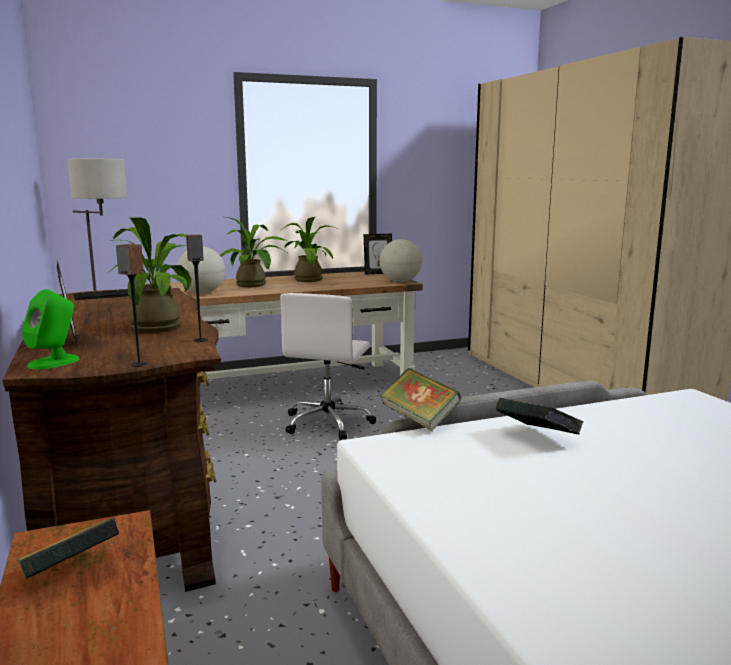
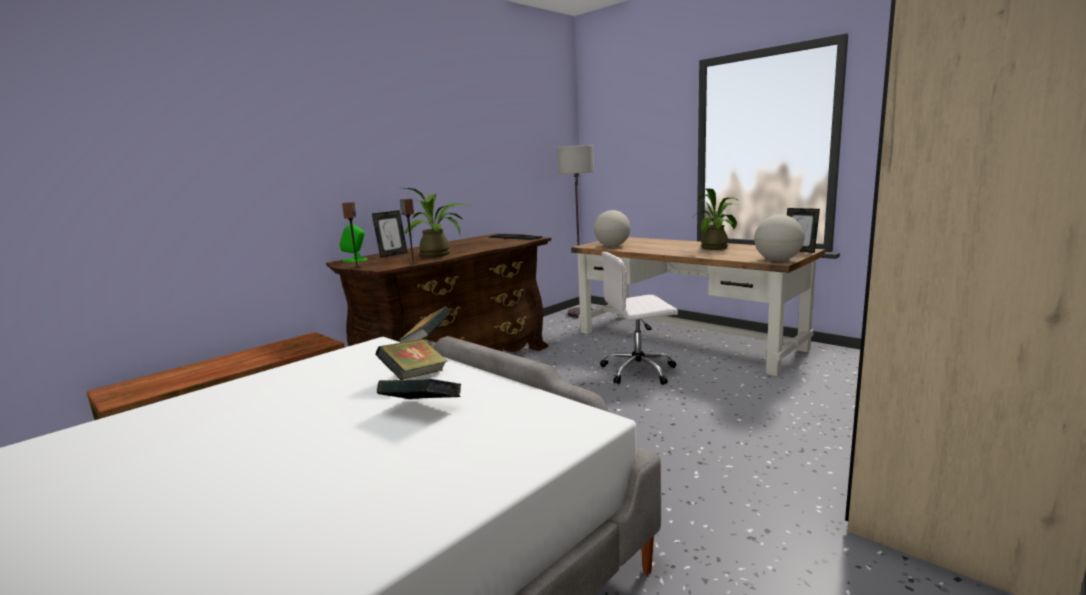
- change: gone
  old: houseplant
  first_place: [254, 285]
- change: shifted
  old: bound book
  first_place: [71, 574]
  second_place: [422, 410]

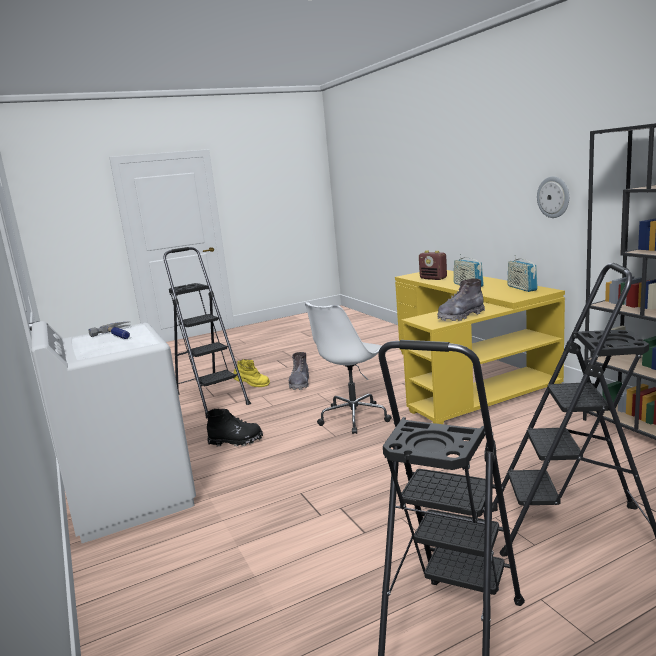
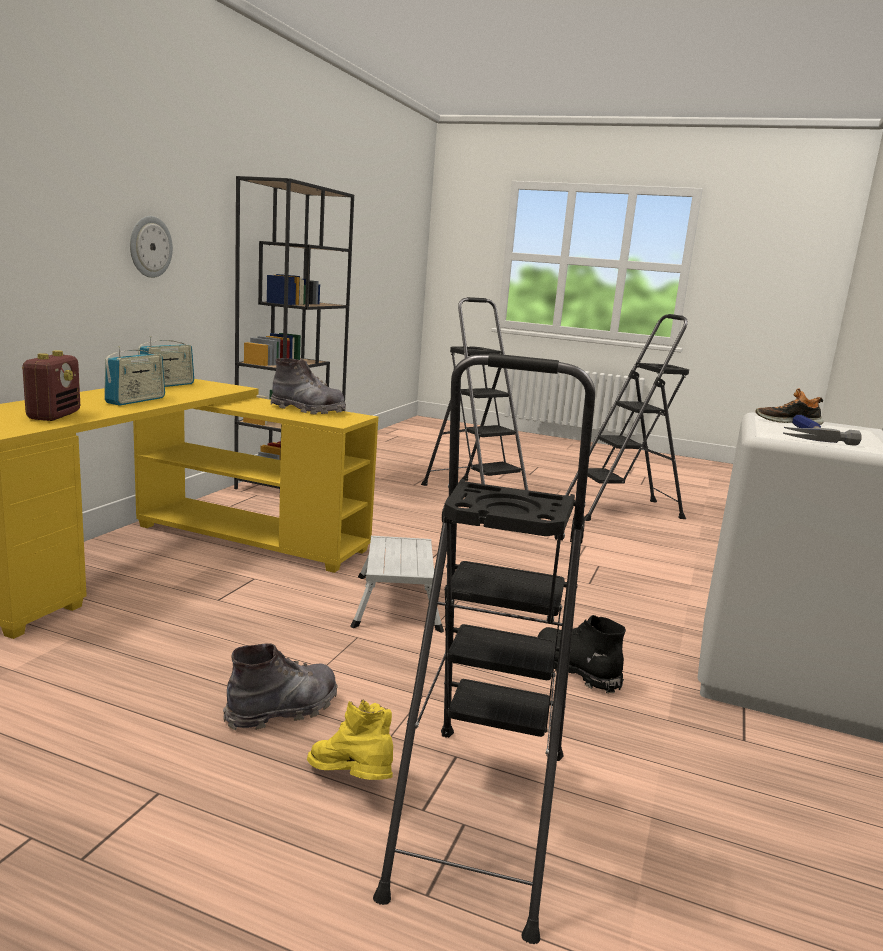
- change: new
  new: low shoe
  second_place: [787, 422]
- change: swapped
  old: desk chair/whitish
  new: step ladder/whitish
  first_place: [353, 419]
  second_place: [397, 603]

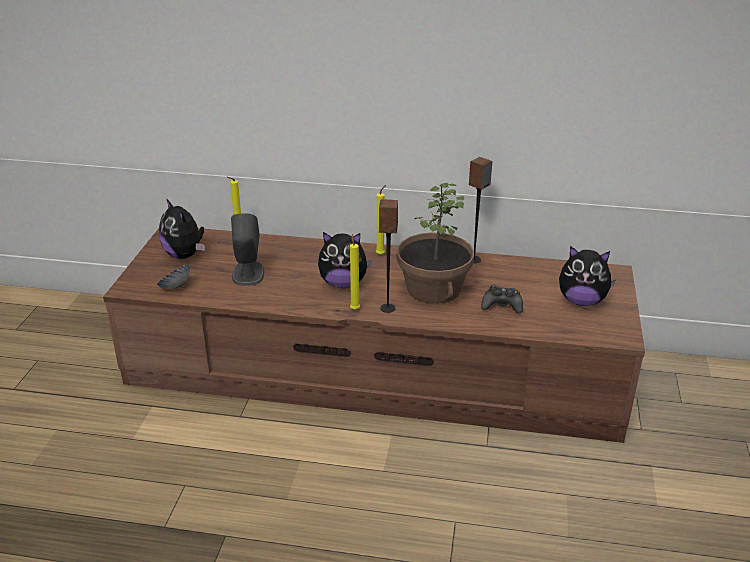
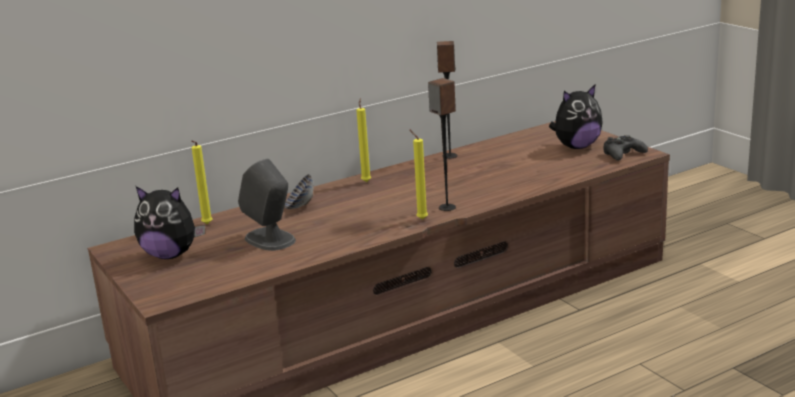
- change: gone
  old: cuddly toy
  first_place: [343, 283]
- change: gone
  old: houseplant
  first_place: [432, 289]
- change: shifted
  old: deep dish
  first_place: [175, 287]
  second_place: [300, 206]
- change: shifted
  old: game controller/blackish
  first_place: [502, 305]
  second_place: [623, 154]

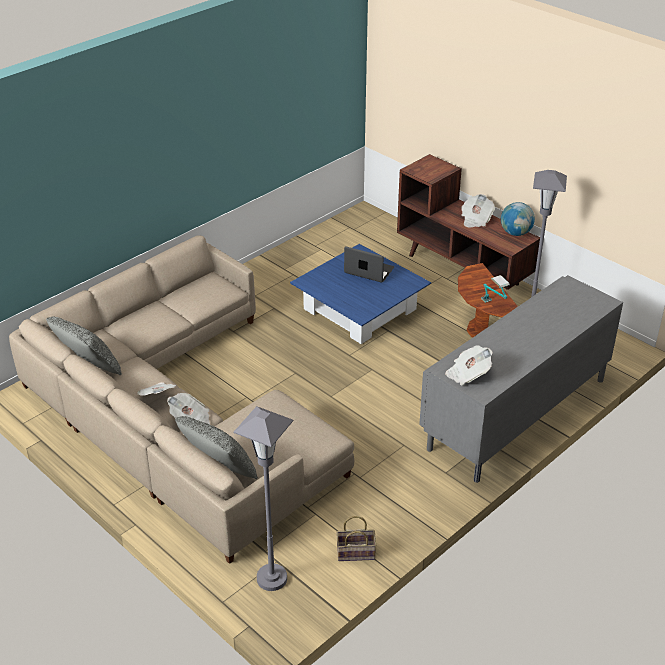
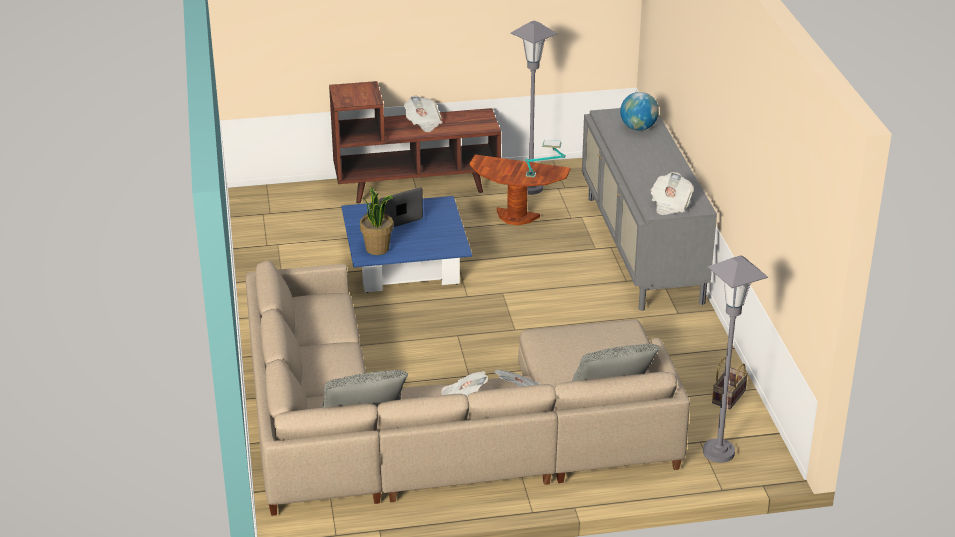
- change: new
  new: houseplant
  second_place: [378, 249]
- change: shifted
  old: world globe
  first_place: [515, 233]
  second_place: [638, 128]

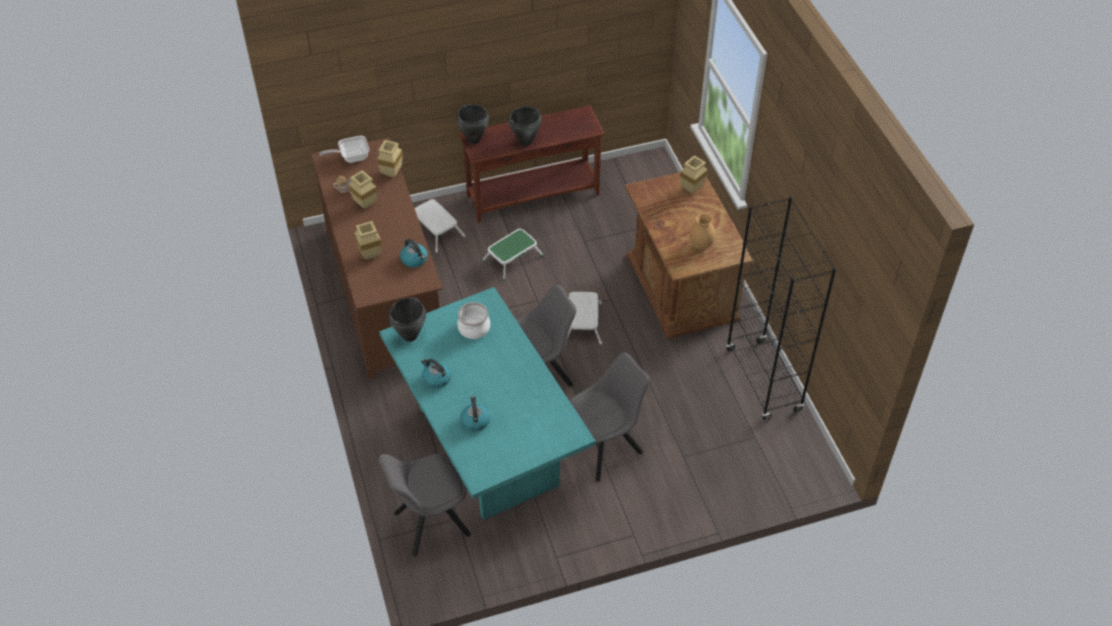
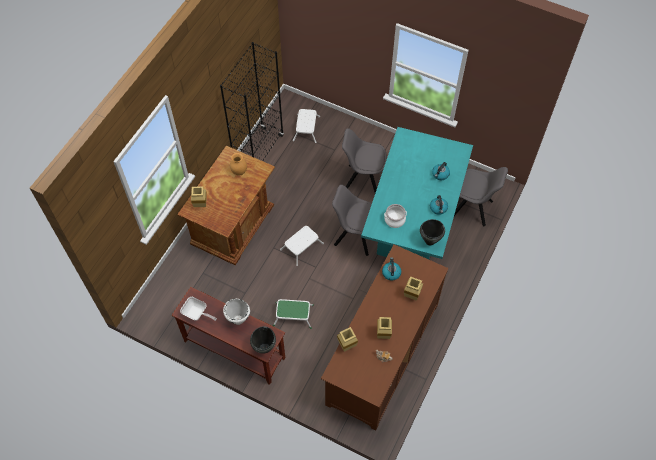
- change: shifted
  old: pan
  first_place: [351, 157]
  second_place: [197, 314]
- change: shifted
  old: step ladder/whitish
  first_place: [436, 229]
  second_place: [306, 128]
- change: repainted
  old: saucepot/blackish
  new: saucepot/whitish
  first_place: [526, 141]
  second_place: [238, 320]

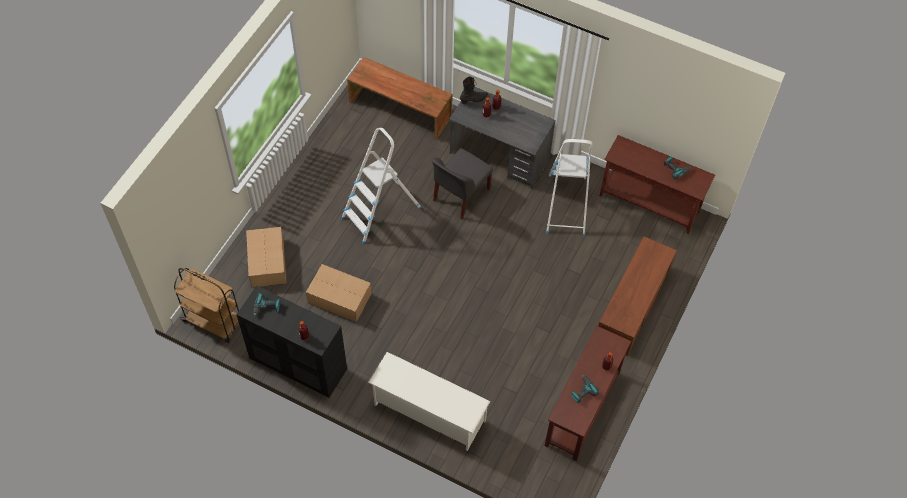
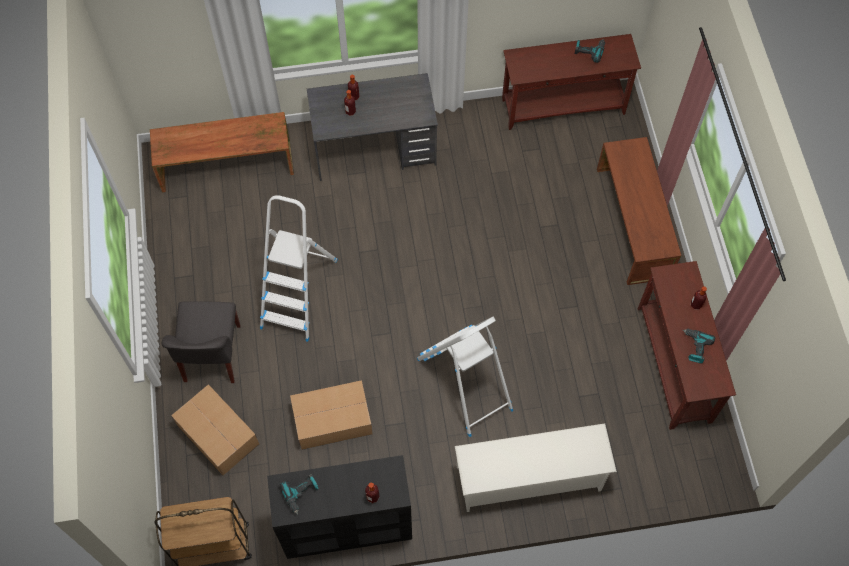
- change: gone
  old: high-top boot/blackish
  first_place: [474, 100]
- change: shifted
  old: chair/grey
  first_place: [460, 195]
  second_place: [211, 355]
- change: shifted
  old: step ladder/whitish
  first_place: [566, 204]
  second_place: [463, 383]

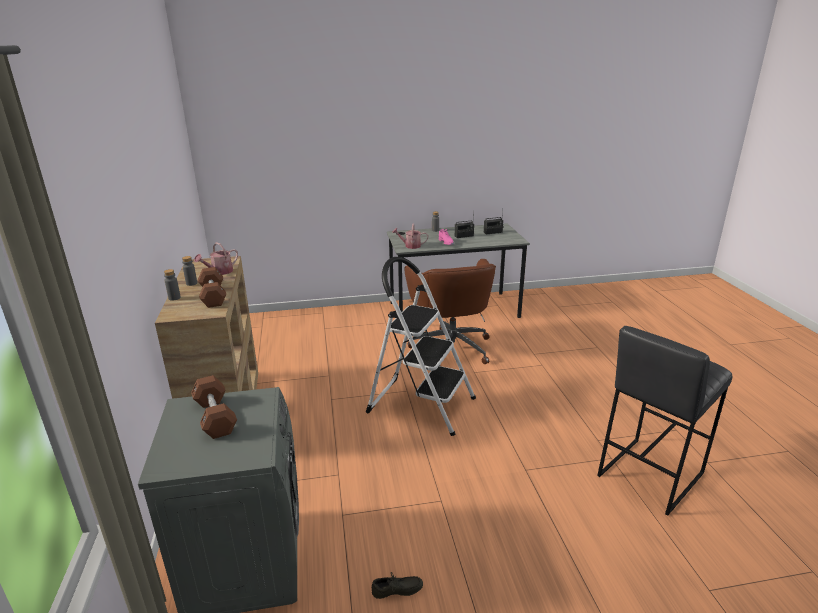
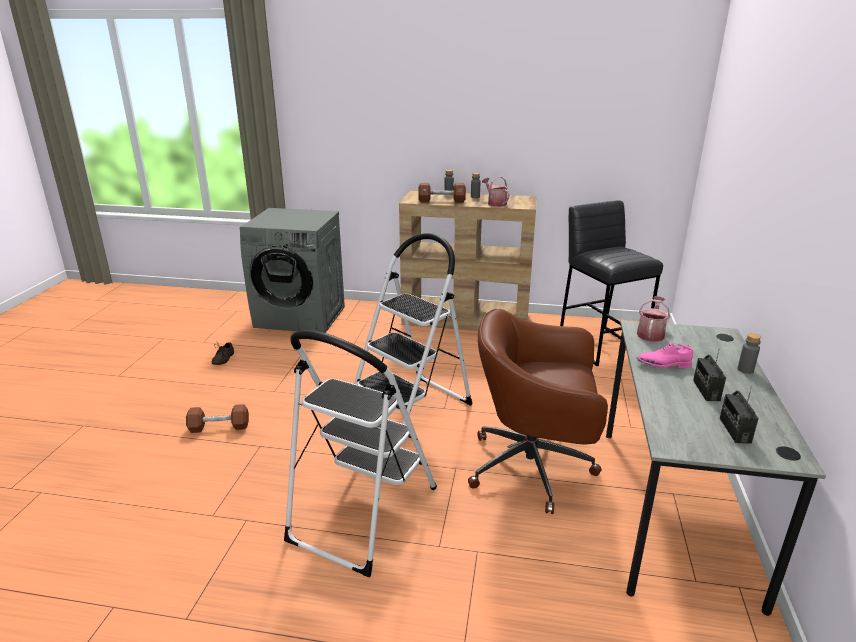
- change: new
  new: step ladder
  second_place: [360, 515]
- change: shifted
  old: hand weight/brownish
  first_place: [215, 417]
  second_place: [219, 427]
- change: shifted
  old: stool/grey
  first_place: [649, 475]
  second_place: [600, 345]

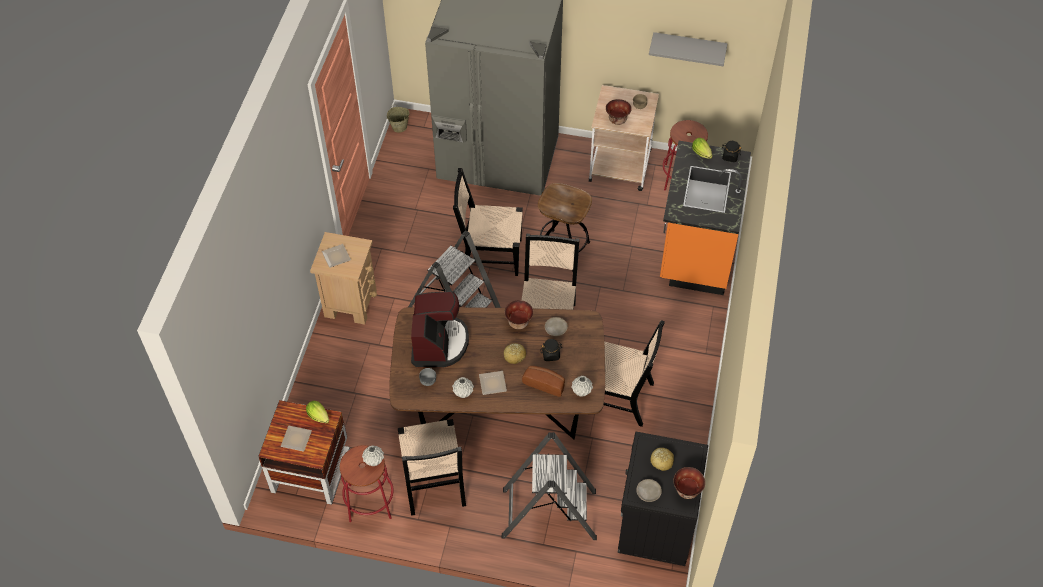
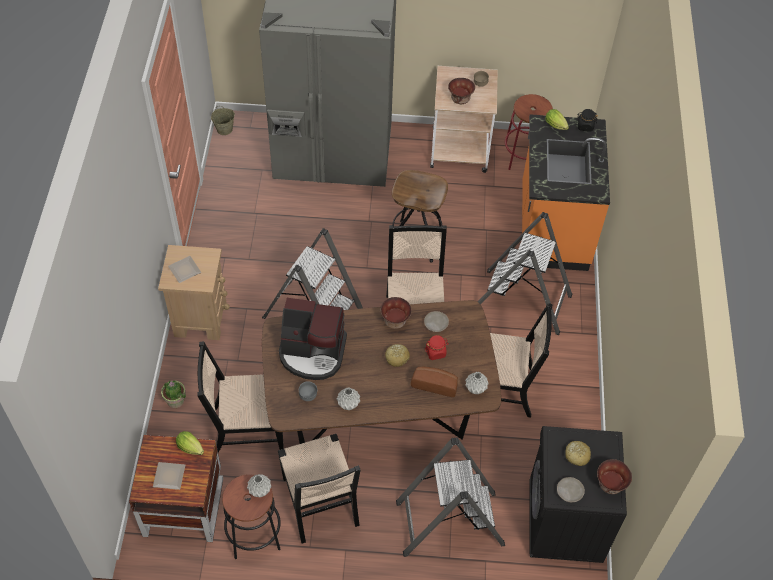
- change: gone
  old: dinner plate
  first_place: [492, 384]
- change: gone
  old: bracket shelf/grey
  first_place: [688, 47]
- change: new
  new: houseplant
  second_place: [175, 401]
- change: new
  new: step ladder/grey
  second_place: [524, 301]
- change: shifted
  old: chair
  first_place: [489, 255]
  second_place: [247, 429]
- change: repainted
  old: stool/red
  new: stool/blackish
  first_place: [370, 501]
  second_place: [254, 533]
- change: repainted
  old: jar/blackish
  new: jar/red
  first_place: [551, 354]
  second_place: [436, 352]
- change: rotated
  old: coffee maker
  first_place: [438, 343]
  second_place: [312, 353]
  degrees: 105

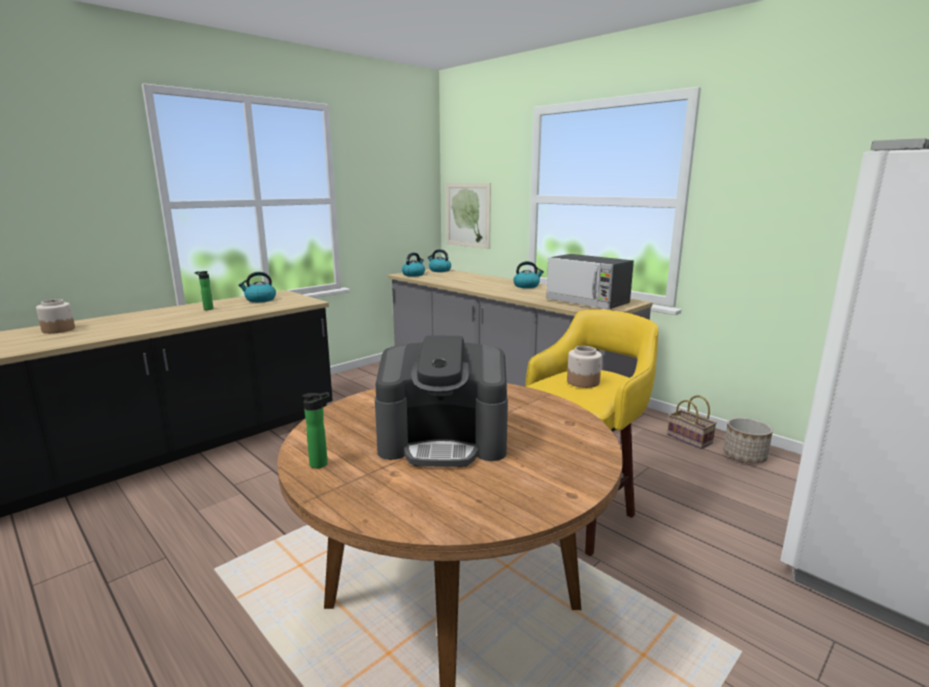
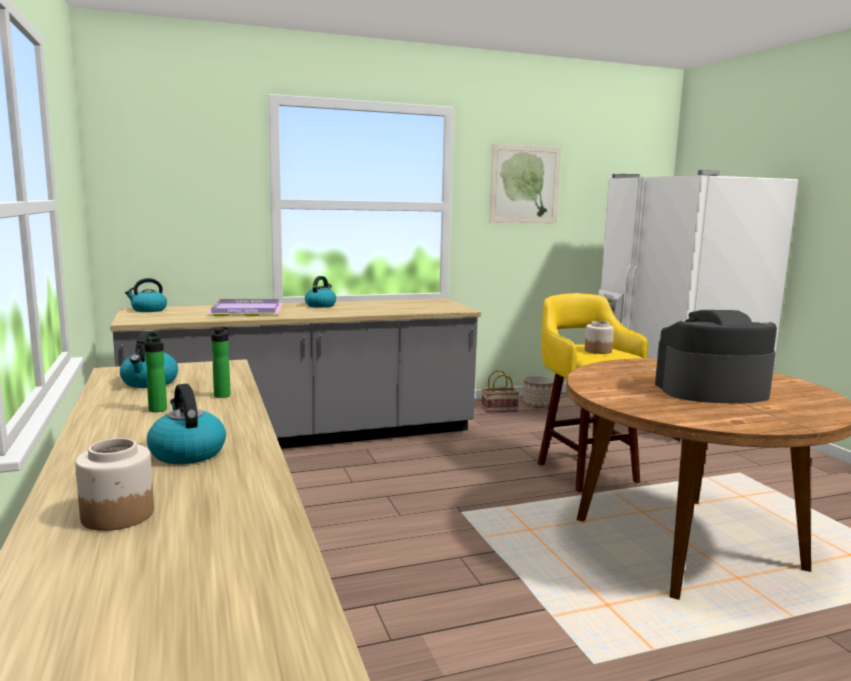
- change: gone
  old: microwave oven
  first_place: [587, 302]
- change: new
  new: serving tray/purplish
  second_place: [245, 311]
- change: shifted
  old: beverage bottle
  first_place: [321, 463]
  second_place: [223, 395]
- change: shifted
  old: kettle
  first_place: [413, 274]
  second_place: [187, 452]
- change: shifted
  old: picture
  first_place: [468, 215]
  second_place: [525, 184]
- change: rotated
  old: coffee maker
  first_place: [444, 441]
  second_place: [710, 391]
  degrees: -120

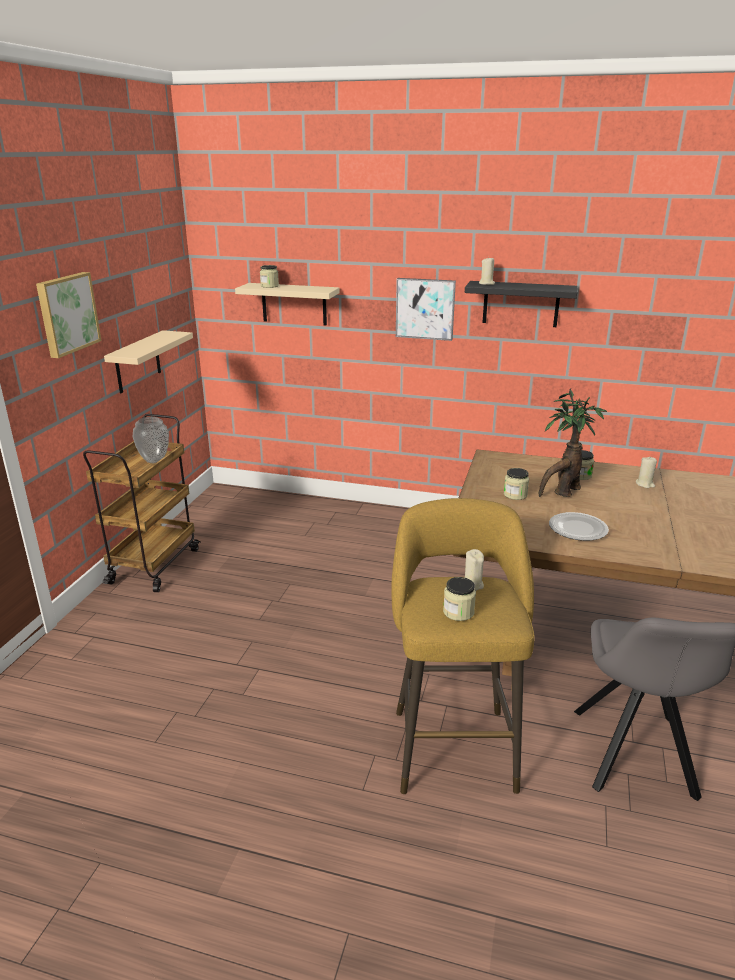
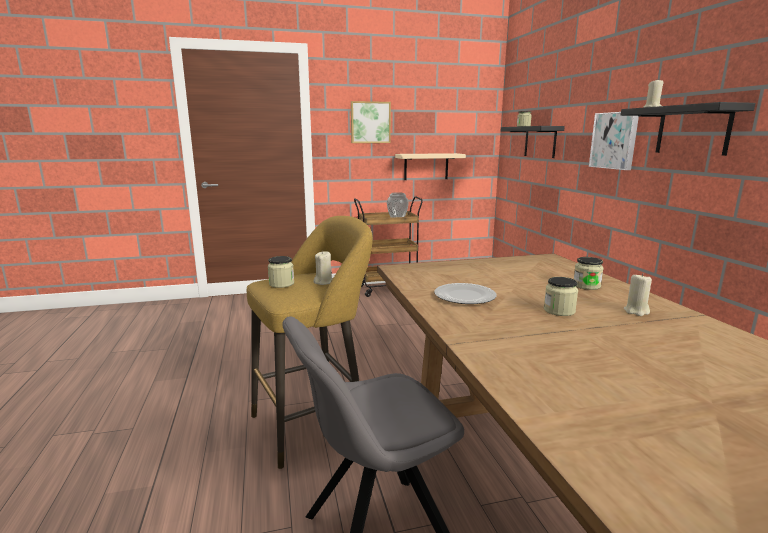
- change: gone
  old: houseplant
  first_place: [563, 492]
- change: shifted
  old: jar
  first_place: [515, 495]
  second_place: [559, 310]
- change: repainted
  old: bracket shelf/beige-coloured
  new: bracket shelf/blackish
  first_place: [294, 304]
  second_place: [540, 141]

